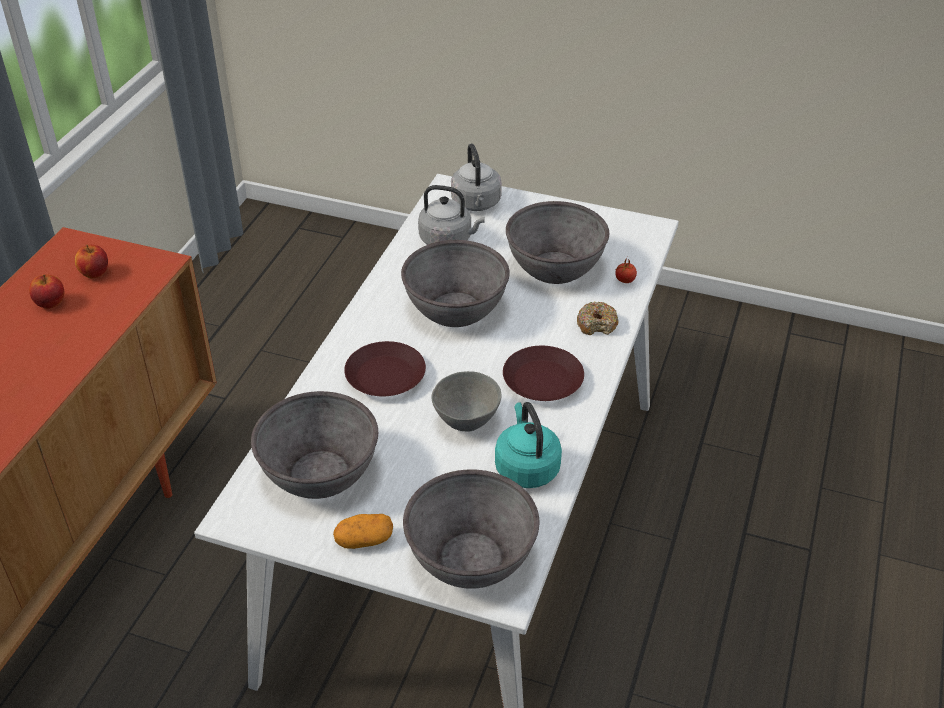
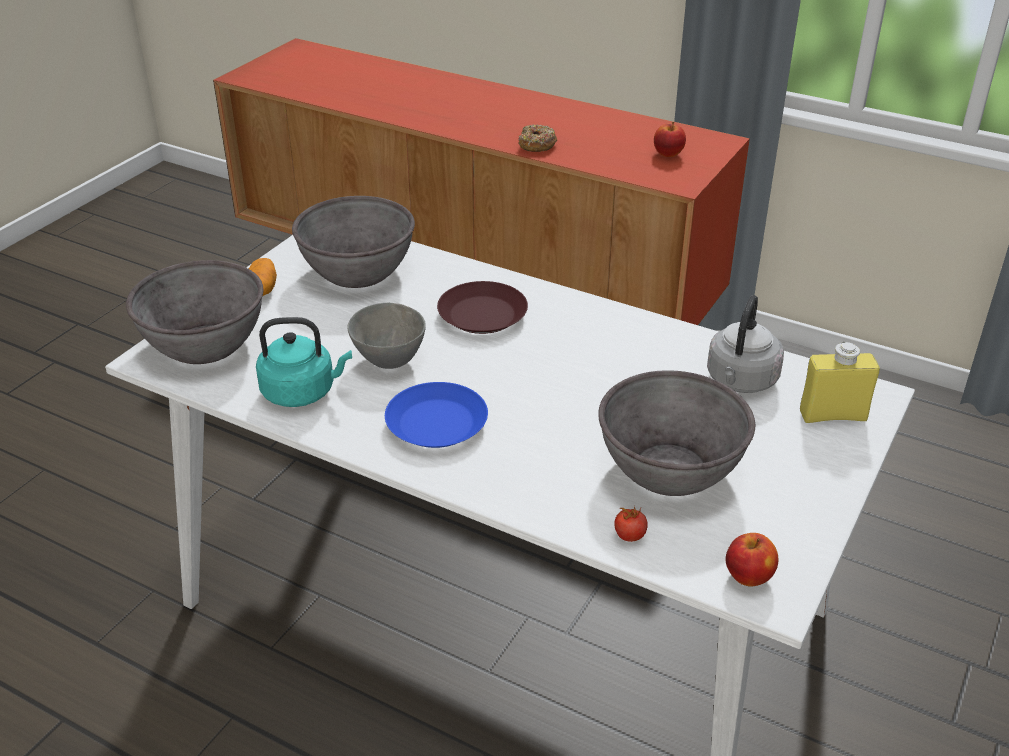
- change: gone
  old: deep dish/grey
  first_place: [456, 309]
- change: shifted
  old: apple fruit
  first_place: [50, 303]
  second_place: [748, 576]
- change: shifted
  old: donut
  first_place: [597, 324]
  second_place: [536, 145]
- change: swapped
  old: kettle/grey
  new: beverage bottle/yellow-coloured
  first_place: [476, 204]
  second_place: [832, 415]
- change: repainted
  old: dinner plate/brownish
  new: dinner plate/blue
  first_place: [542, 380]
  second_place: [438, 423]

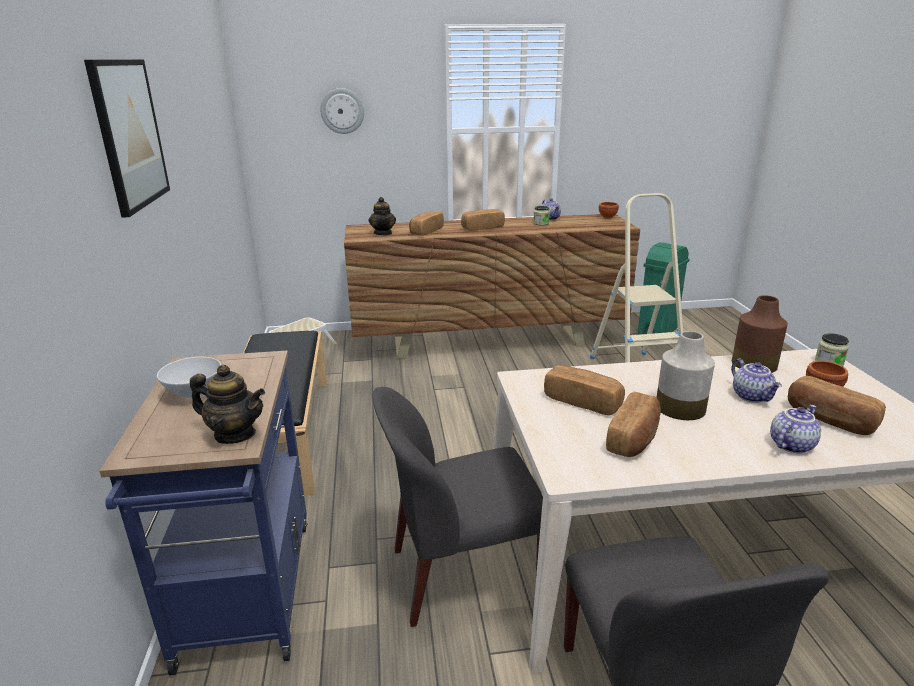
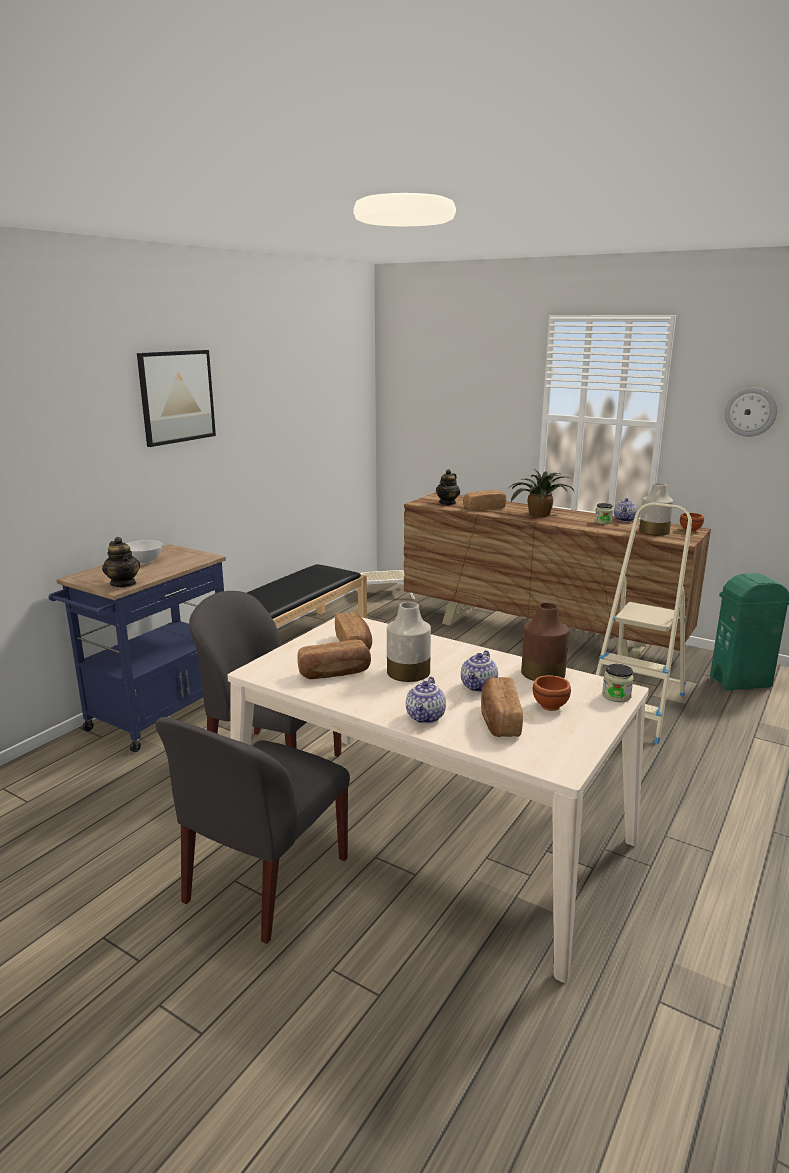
- change: new
  new: vase/beige-coloured
  second_place: [654, 531]
- change: shifted
  old: clock on the wall
  first_place: [342, 111]
  second_place: [750, 412]
- change: swapped
  old: bread
  new: houseplant
  first_place: [482, 228]
  second_place: [538, 515]
- change: rotated
  old: tea pot
  first_place: [790, 444]
  second_place: [426, 717]
  degrees: 105

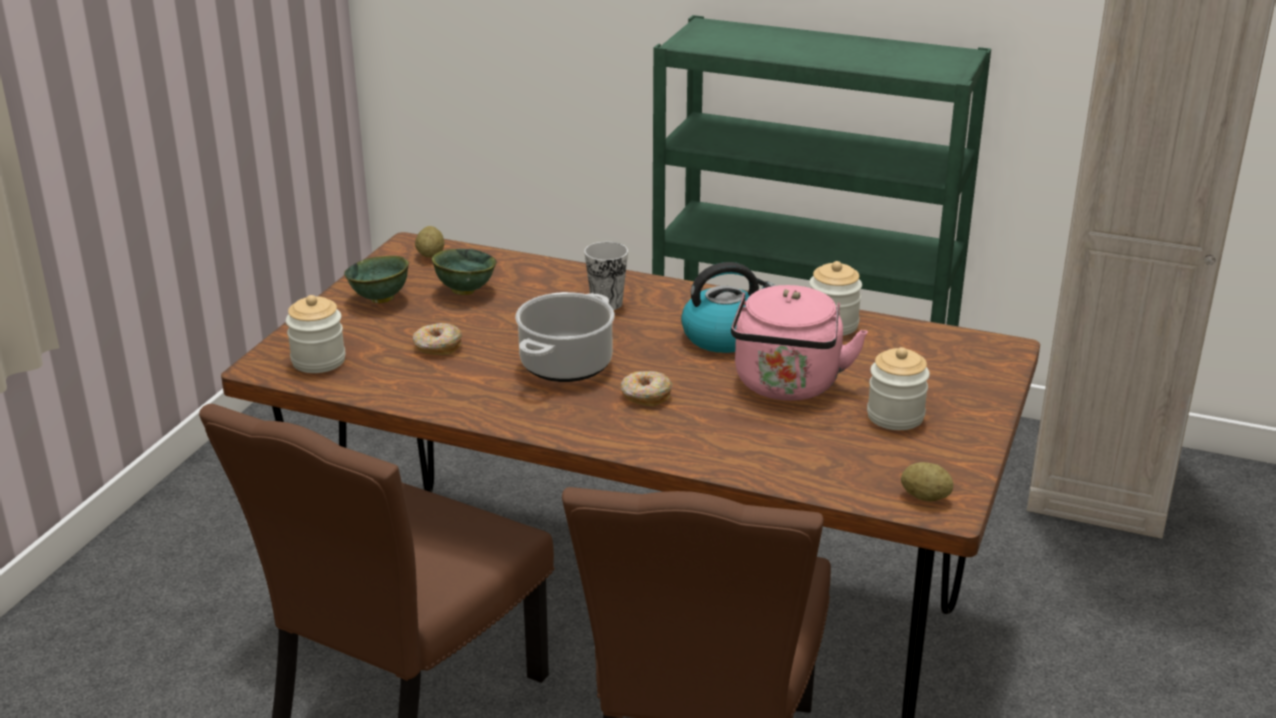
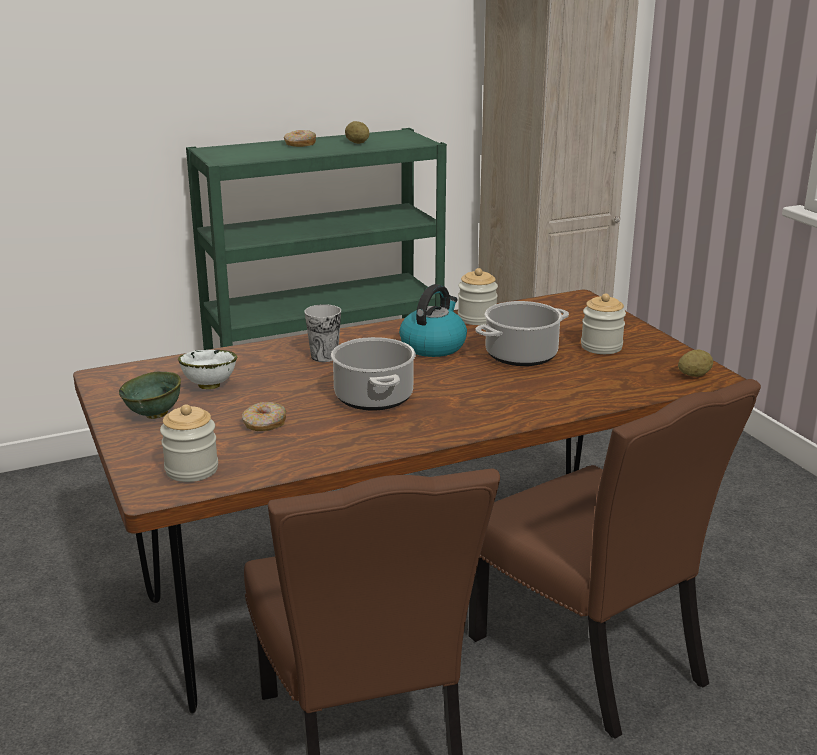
- change: shifted
  old: spud
  first_place: [430, 255]
  second_place: [357, 143]
- change: shifted
  old: donut
  first_place: [645, 396]
  second_place: [300, 144]
- change: swapped
  old: kettle/pink-coloured
  new: saucepot
  first_place: [787, 386]
  second_place: [520, 356]
- change: repainted
  old: deep dish/green-coloured
  new: deep dish/whitish
  first_place: [464, 290]
  second_place: [208, 386]

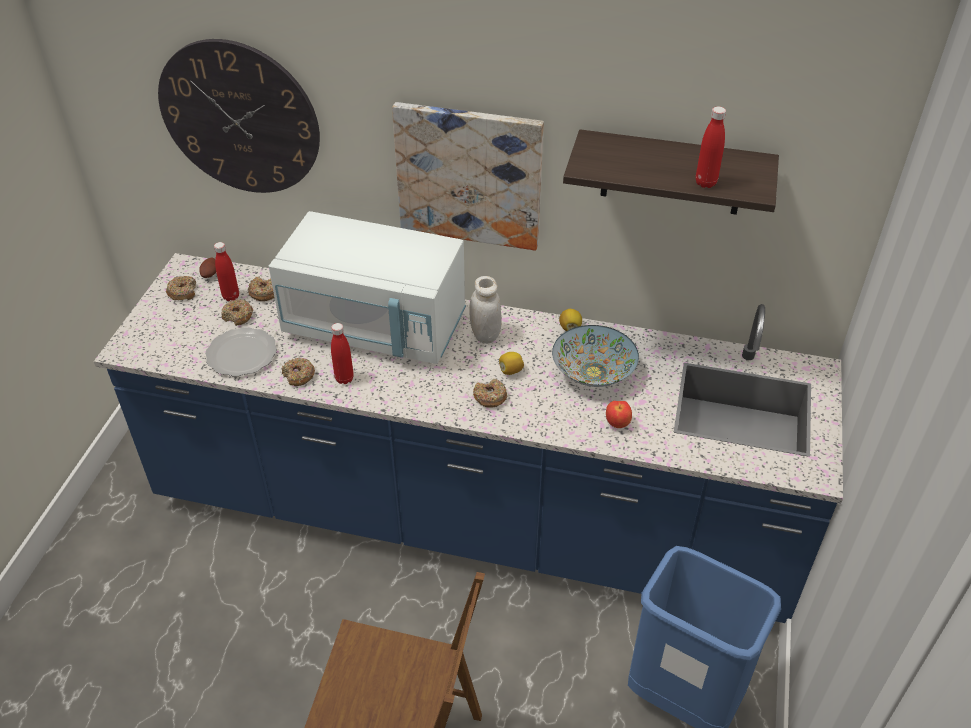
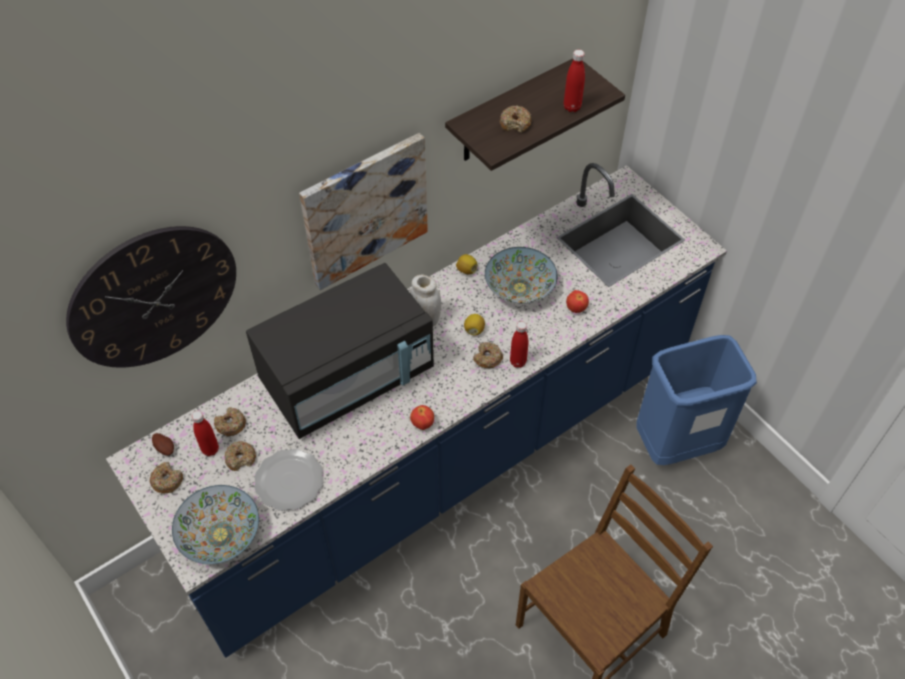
- change: new
  new: deep dish
  second_place: [221, 534]
- change: new
  new: apple fruit
  second_place: [422, 424]
- change: shifted
  old: donut
  first_place: [298, 376]
  second_place: [515, 123]
- change: shifted
  old: beverage bottle/red
  first_place: [344, 378]
  second_place: [518, 362]
- change: repainted
  old: microwave oven/whitish
  new: microwave oven/blackish
  first_place: [375, 326]
  second_place: [348, 377]

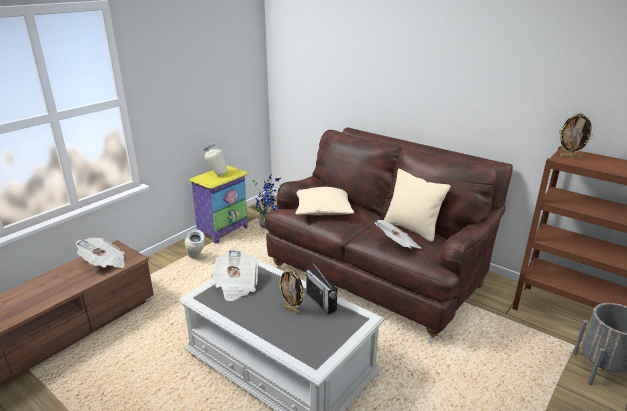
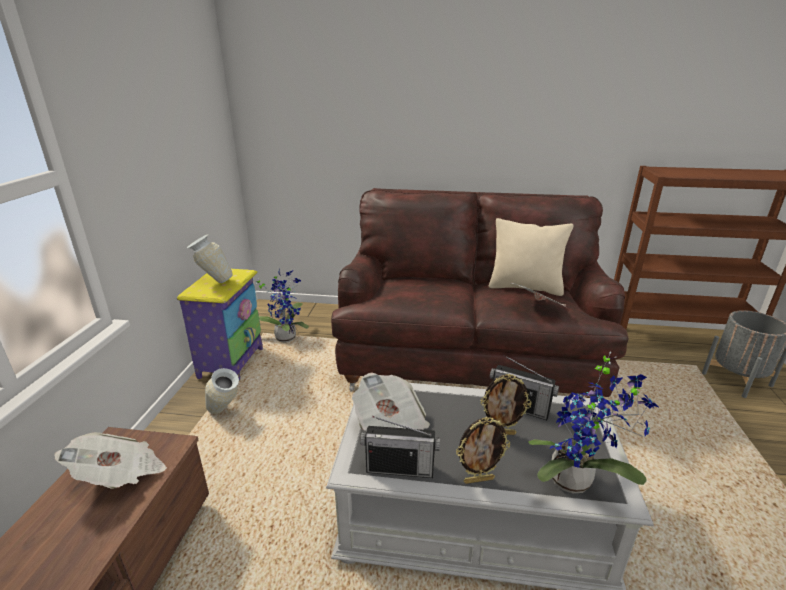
- change: gone
  old: cushion/beige-coloured
  first_place: [323, 210]
- change: new
  new: radio receiver
  second_place: [400, 469]
- change: new
  new: houseplant
  second_place: [576, 481]
- change: shifted
  old: standing frame
  first_place: [569, 157]
  second_place: [478, 479]

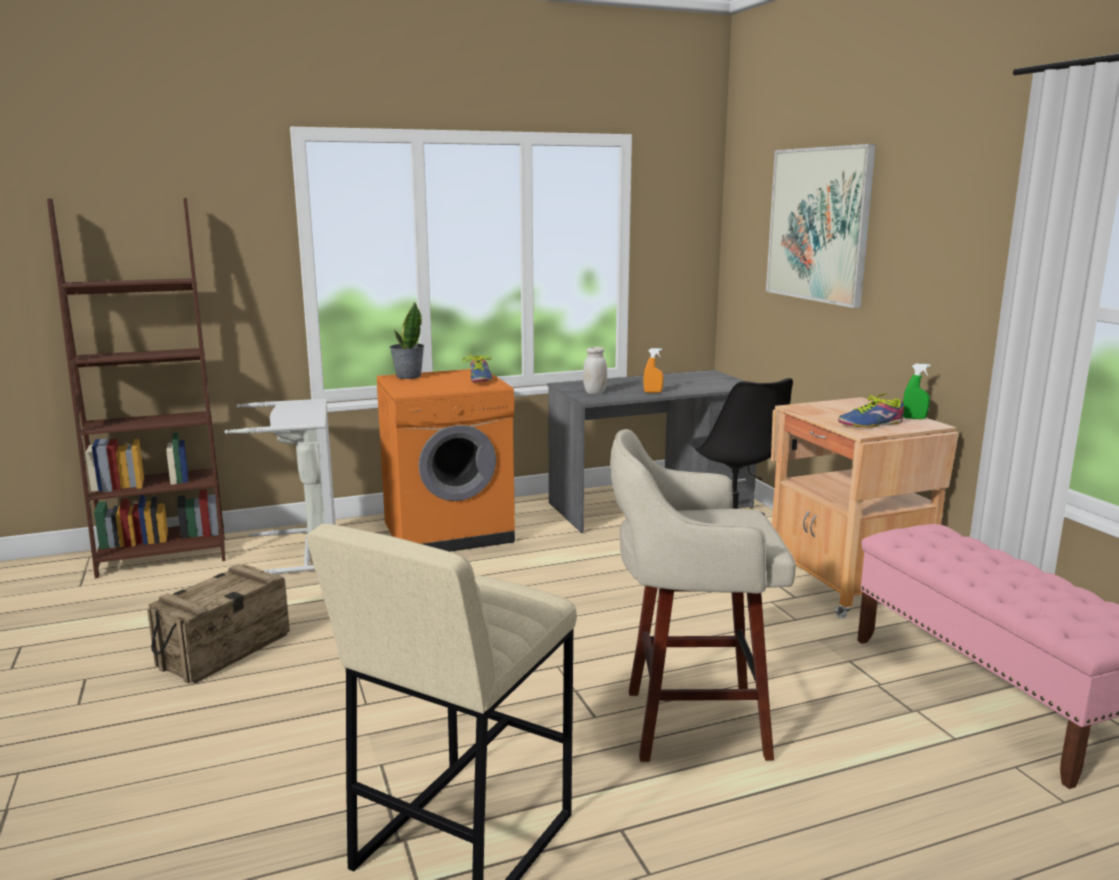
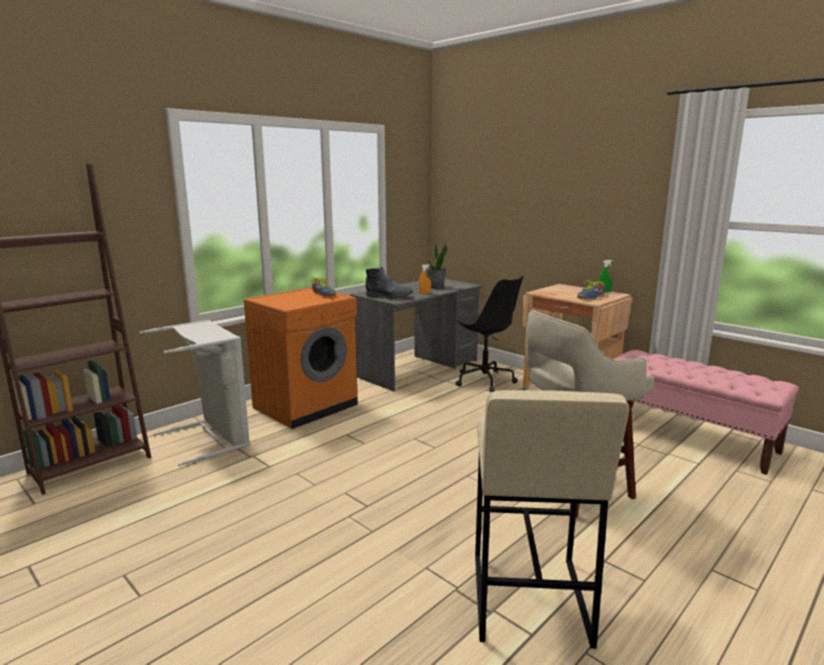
- change: gone
  old: crate
  first_place: [224, 650]
- change: gone
  old: picture
  first_place: [818, 224]
- change: shifted
  old: houseplant
  first_place: [408, 376]
  second_place: [436, 287]
- change: swapped
  old: jar/whitish
  new: high-top boot
  first_place: [595, 392]
  second_place: [390, 297]

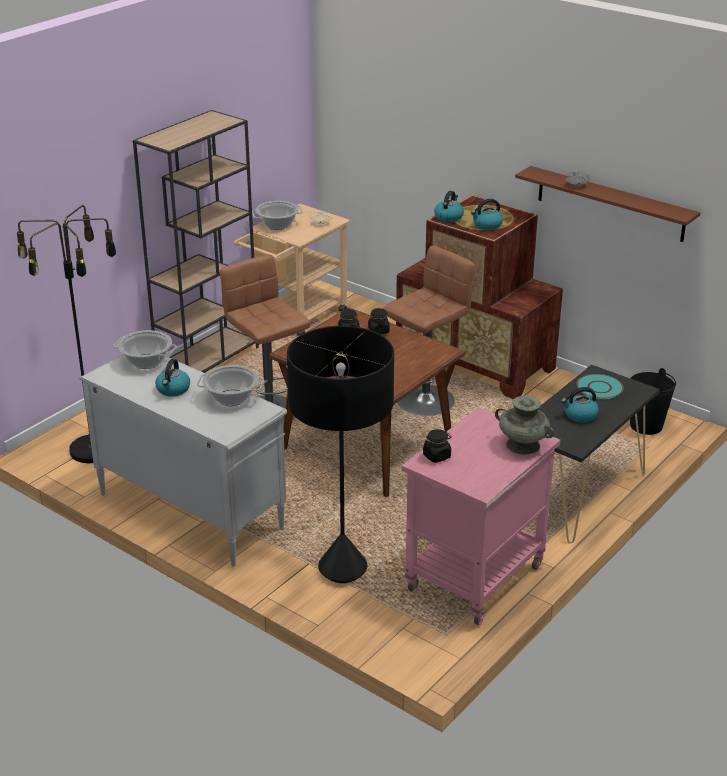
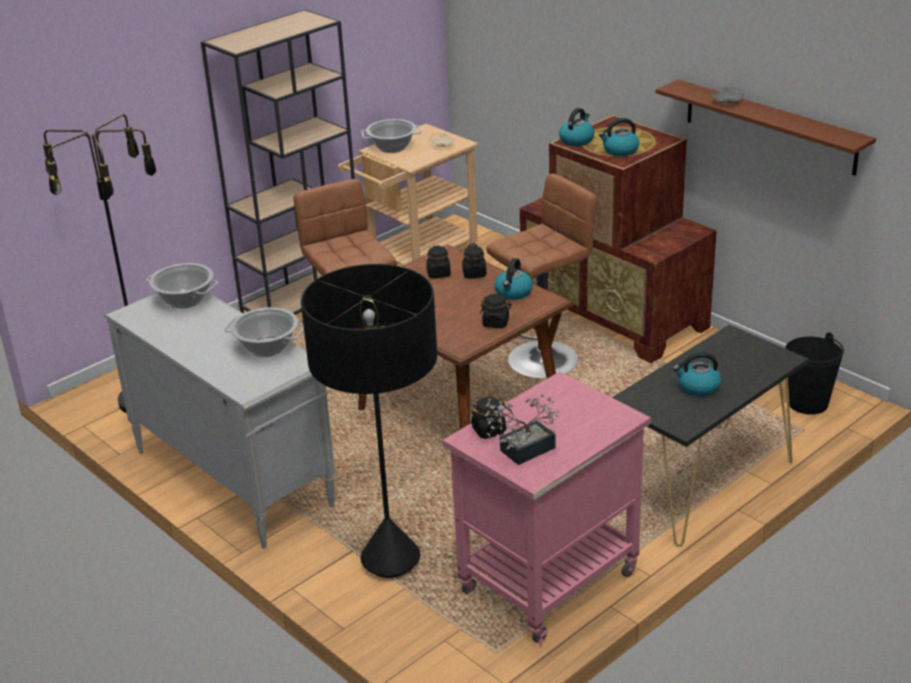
- change: gone
  old: vase/blue-green
  first_place: [522, 445]
- change: gone
  old: dinner plate/blue-green
  first_place: [599, 387]
- change: new
  new: jar/blackish
  second_place: [496, 323]
- change: new
  new: houseplant
  second_place: [522, 451]
- change: shifted
  old: kettle
  first_place: [173, 390]
  second_place: [513, 293]

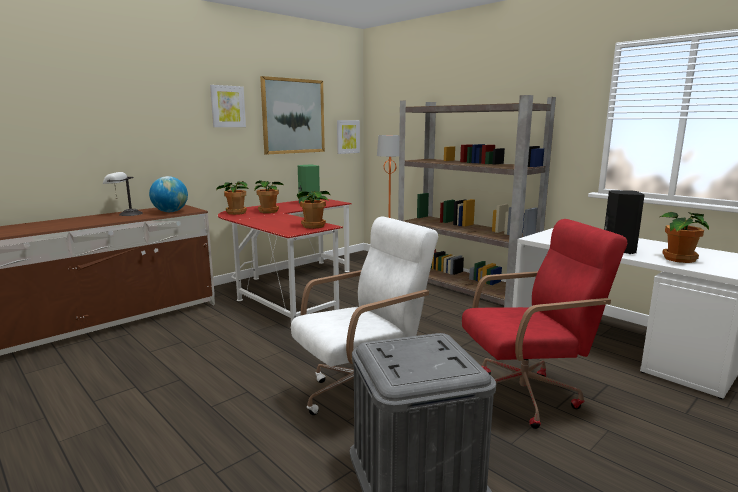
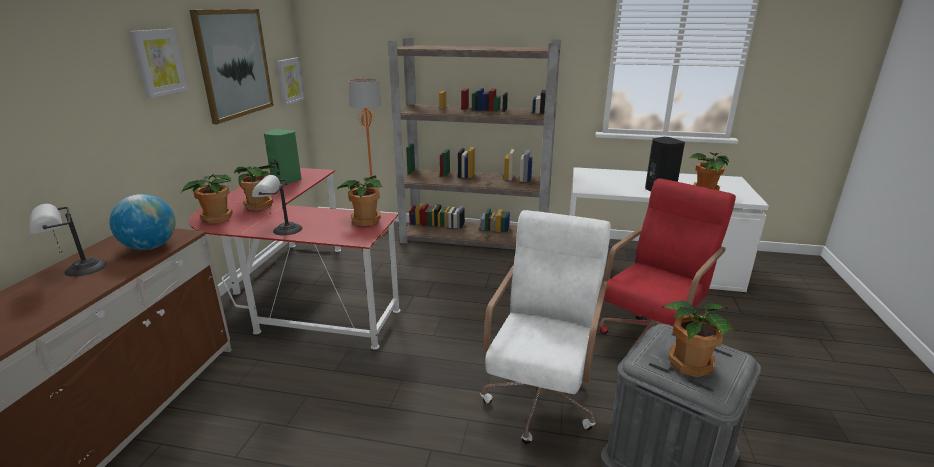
- change: new
  new: lamp for a table
  second_place: [281, 230]
- change: new
  new: houseplant
  second_place: [689, 363]

